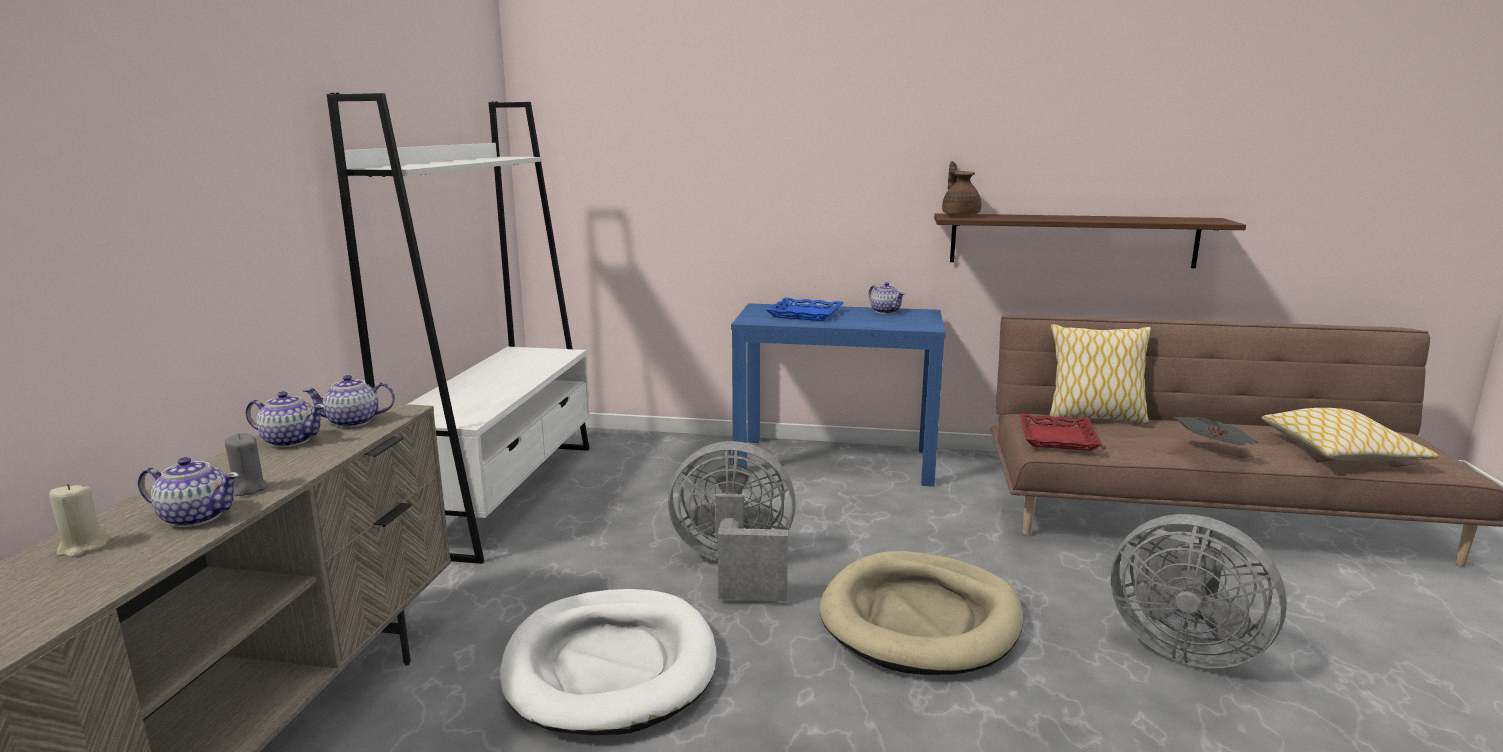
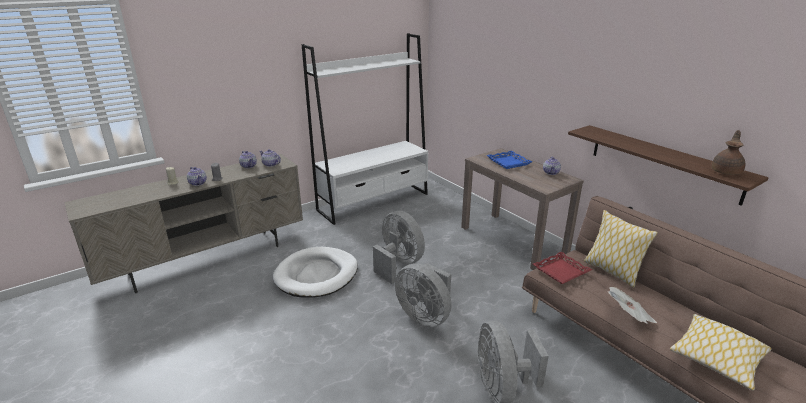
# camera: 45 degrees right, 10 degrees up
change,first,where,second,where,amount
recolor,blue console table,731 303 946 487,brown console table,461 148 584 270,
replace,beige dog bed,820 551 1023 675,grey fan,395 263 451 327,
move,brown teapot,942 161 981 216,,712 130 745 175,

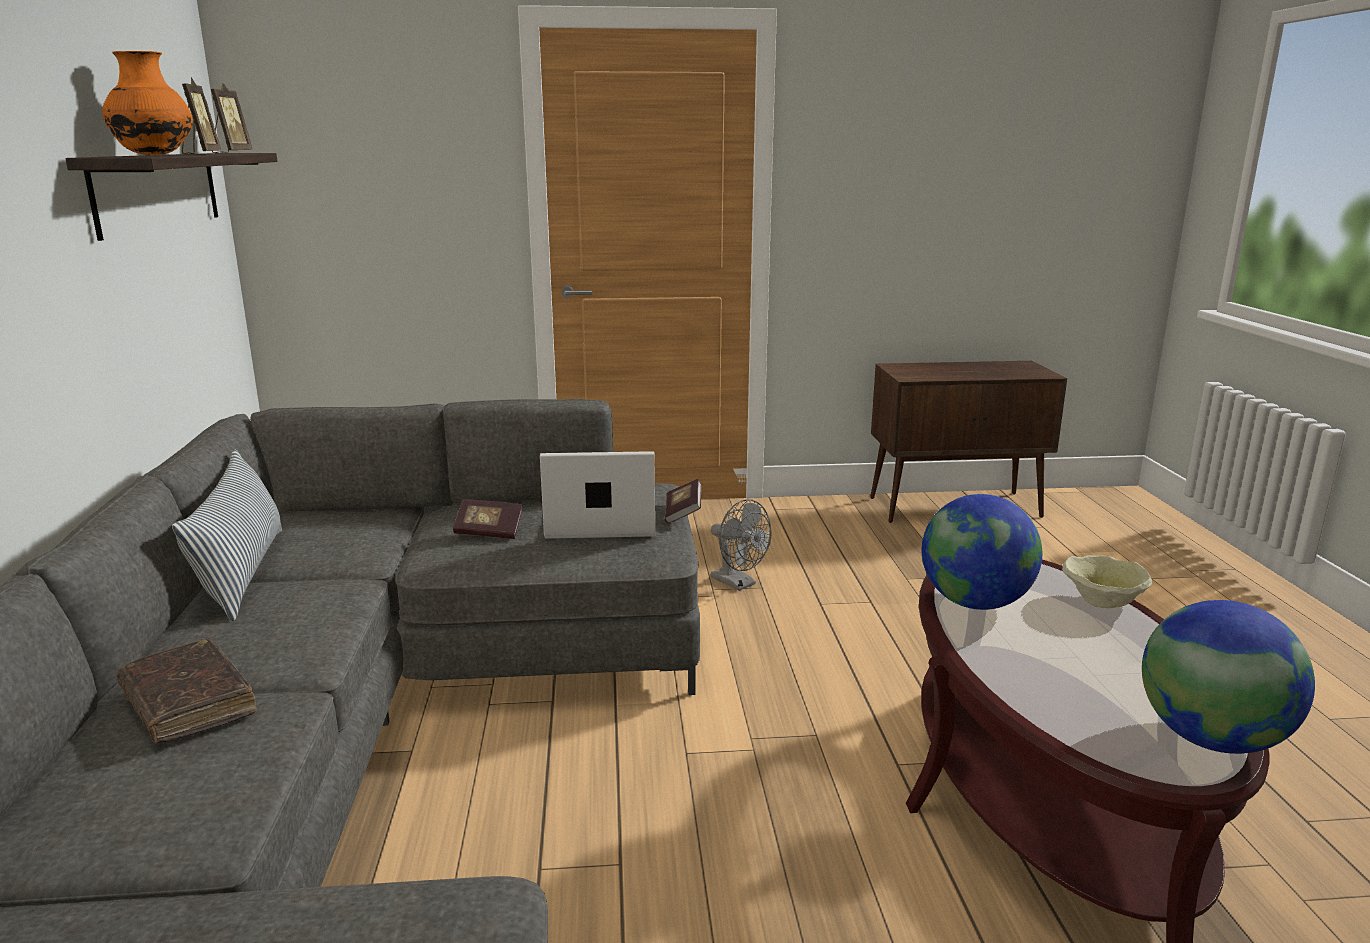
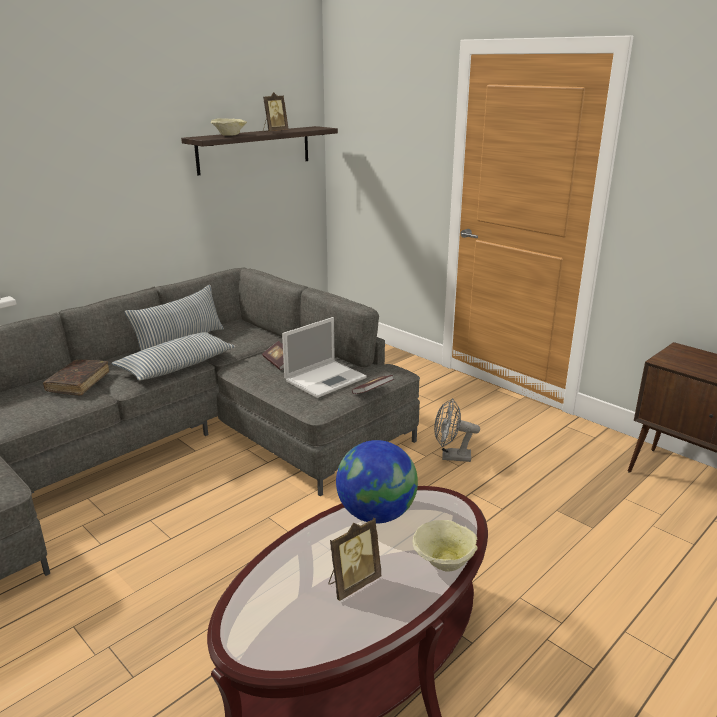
# camera: 50 degrees right, 5 degrees up
change,first,where,second,where,amount
replace,orange vase,102 51 193 156,beige bowl,211 118 247 136,
move,picture frame,211 83 253 153,,329 517 381 601,
rotate,laptop,540 451 655 539,,282 317 367 398,90 degrees clockwise
rotate,grey fan,711 499 772 591,,434 398 480 462,90 degrees clockwise
delete,globe,1142 600 1315 754,,,
insert,,,pillow,112 332 236 381,

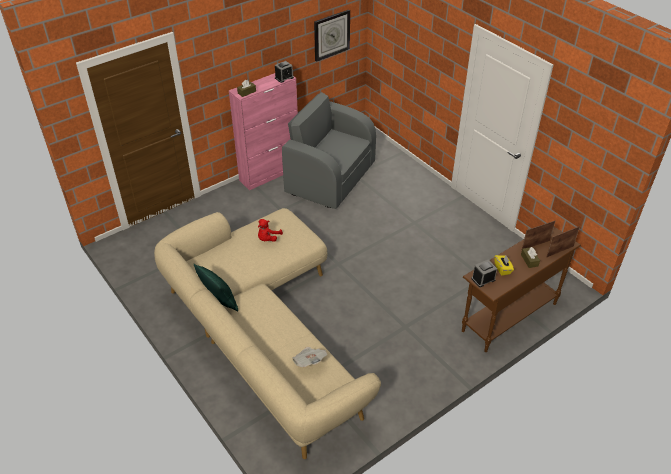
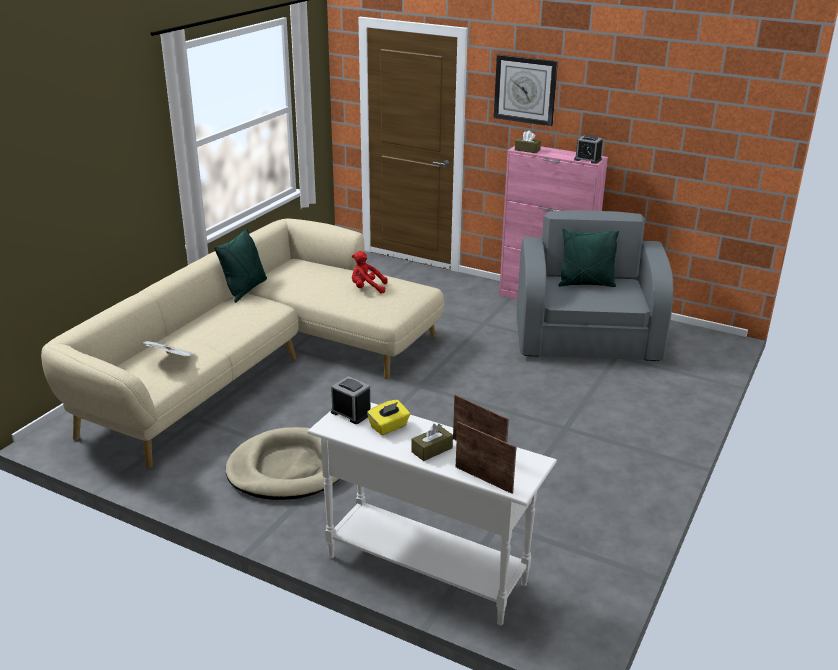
# camera: 65 degrees right, 15 degrees down
change,first,where,second,where,amount
move,wall clock,314 10 350 62,,494 54 558 126,
recolor,brown console table,462 227 581 352,white console table,307 403 557 626,
insert,,,beige dog bed,226 427 340 500,
insert,,,green pillow,558 228 619 287,

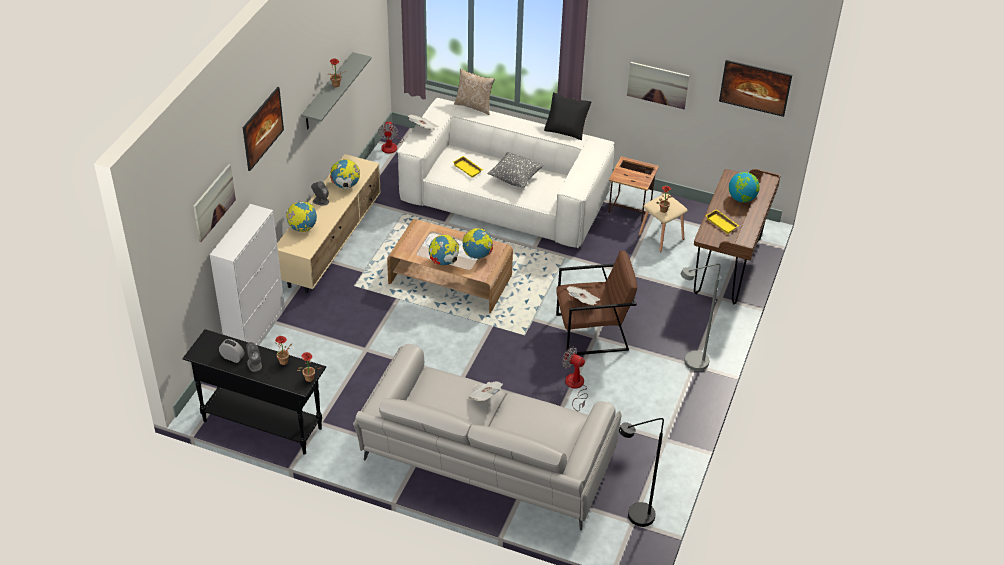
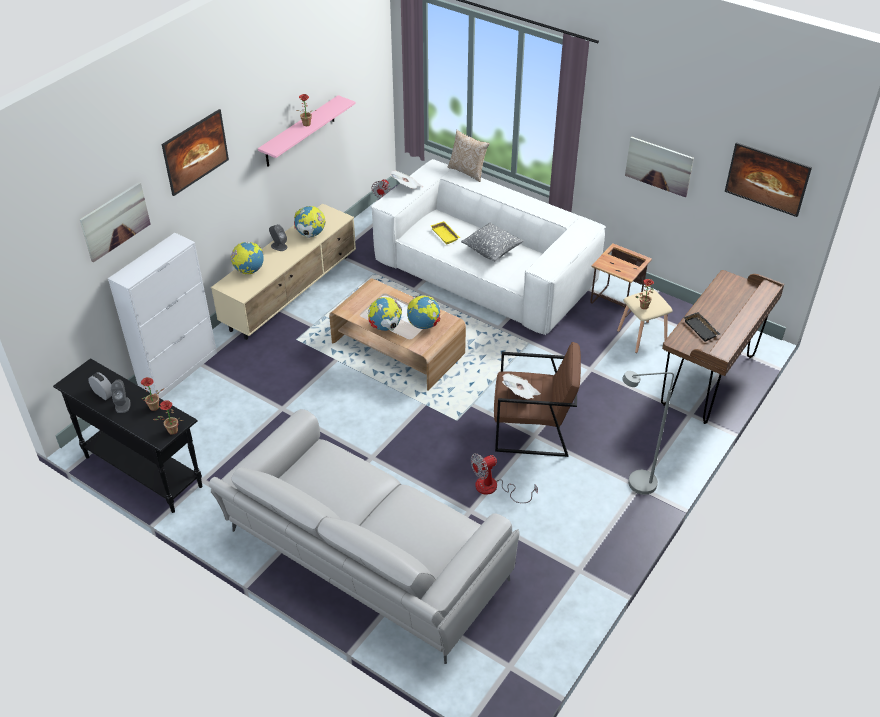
# camera: 15 degrees right, 0 degrees up
change,first,where,second,where,amount
recolor,grey shelf,301 52 372 129,pink shelf,258 95 356 167,
delete,newspaper,467 381 503 401,,,
delete,black pillow,544 92 591 140,,,
rotate,fan,562 346 588 412,,471 453 538 503,75 degrees counterclockwise
delete,black floor lamp,619 418 664 527,,,
recolor,yellow tray,705 209 739 234,black tray,684 312 720 342,
delete,globe,729 172 760 202,,,

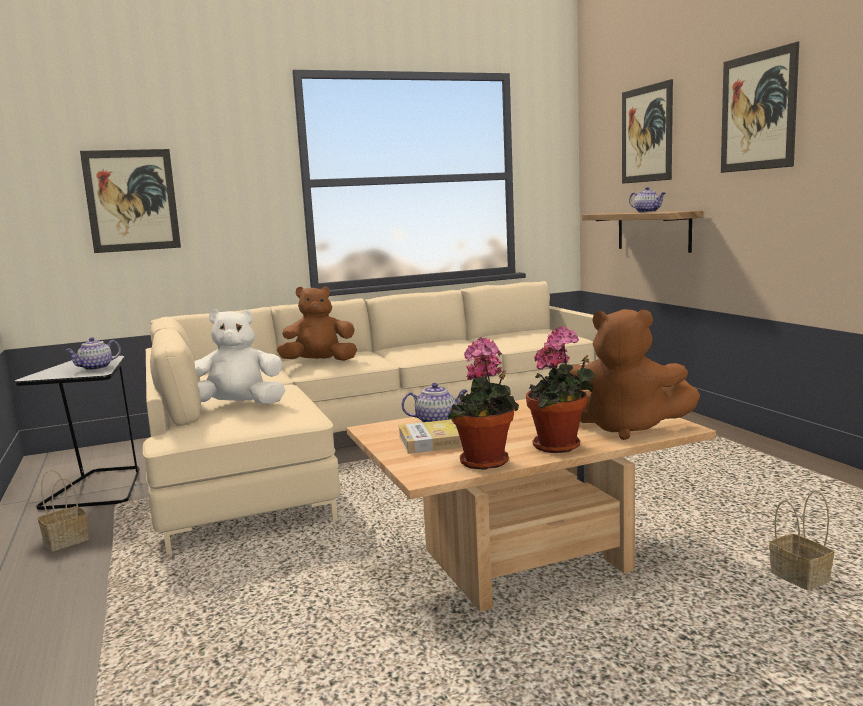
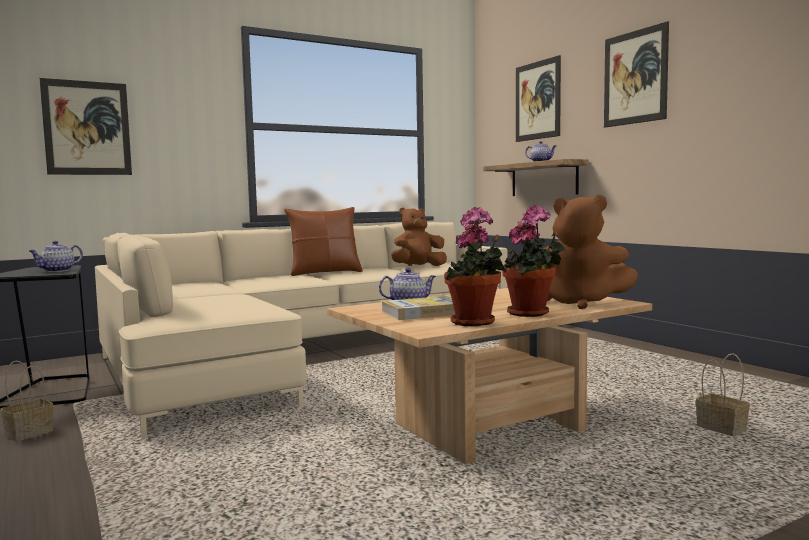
# camera: 10 degrees left, 5 degrees down
change,first,where,second,where,amount
delete,white plush toy,194 310 285 405,,,
move,brown plush toy,277 286 357 361,,391 208 447 266,
insert,,,brown pillow,284 207 363 276,

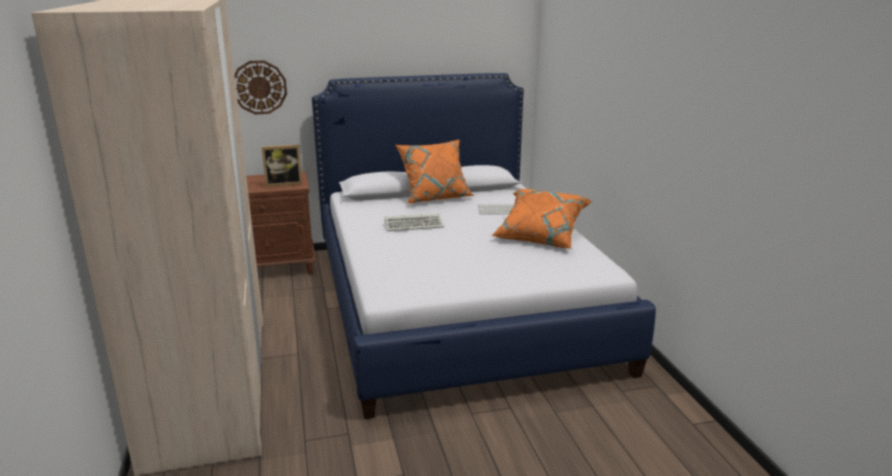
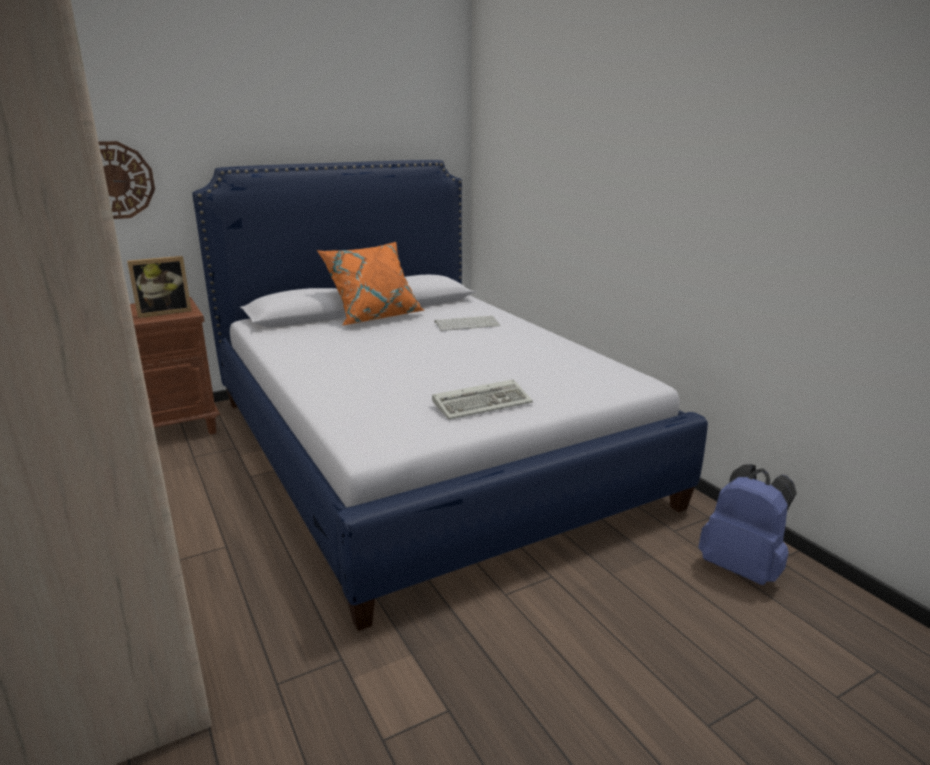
# camera: 15 degrees left, 0 degrees up
change,first,where,second,where,amount
move,keyboard,385 213 444 231,,432 379 533 420,
delete,orange pillow,492 189 592 248,,,
insert,,,blue backpack,698 464 797 585,

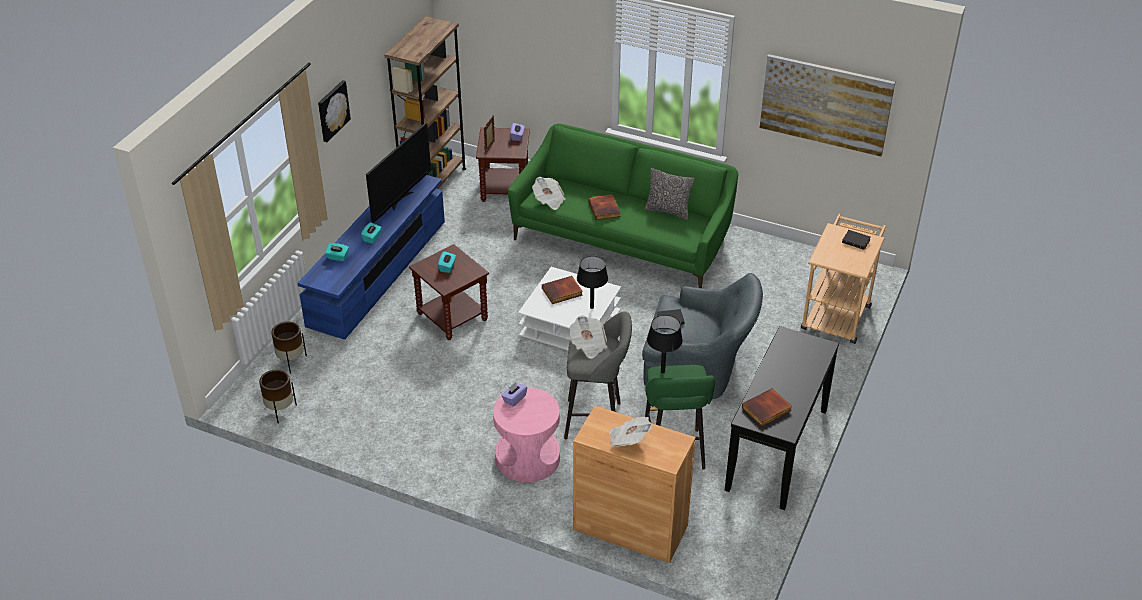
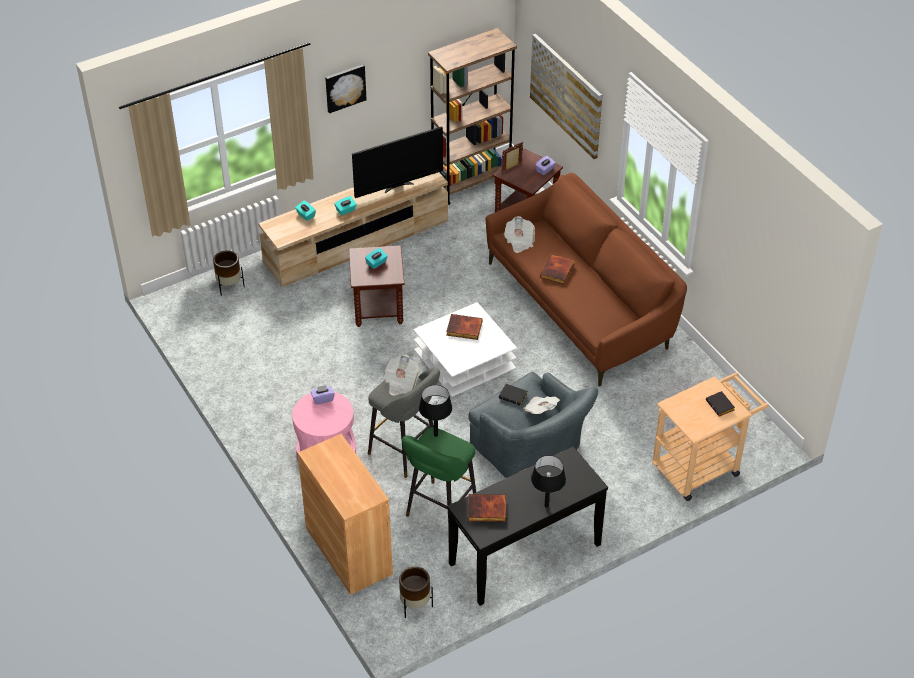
# camera: 35 degrees right, 5 degrees up
change,first,where,second,where,amount
move,brown planter,259 369 297 424,,399 566 433 618,
recolor,blue tv stand,298 175 445 340,beige tv stand,258 172 448 287,
recolor,green sofa,508 123 738 288,brown sofa,485 173 687 386,
move,black table lamp,577 256 608 309,,531 455 566 508,
move,newspaper,609 417 652 447,,523 396 560 414,
delete,pillow,645 168 695 220,,,
move,picture,760 54 895 157,,530 34 602 159,

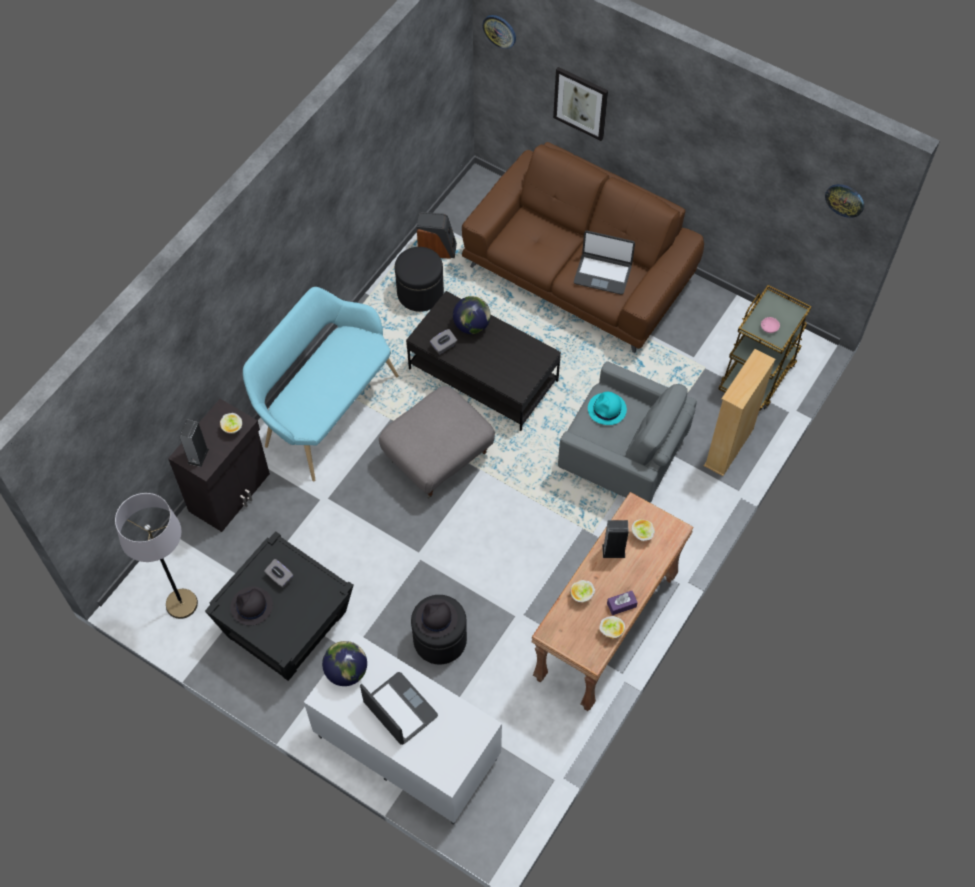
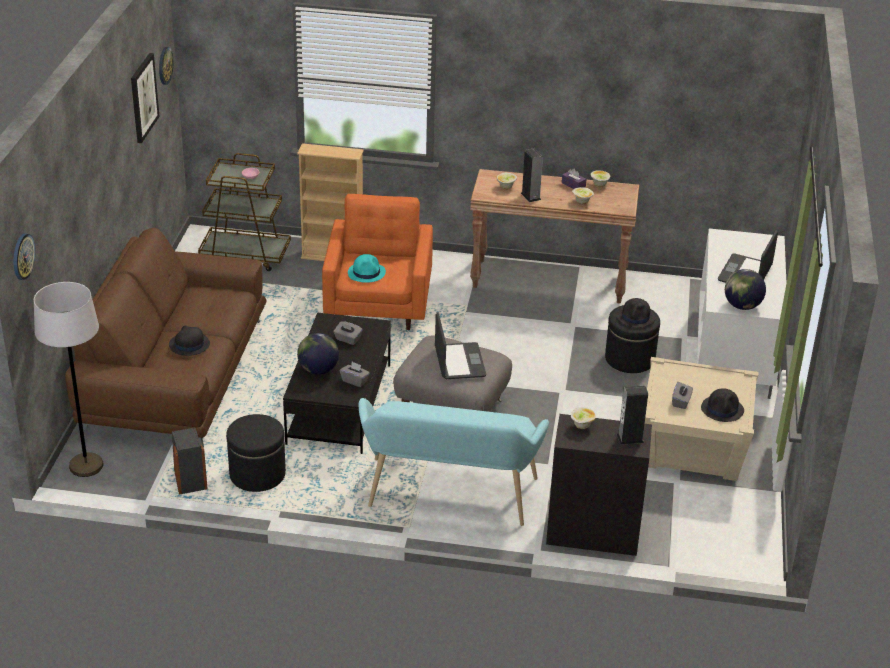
# camera: 115 degrees left, 25 degrees down
change,first,where,second,where,amount
move,grey floor lamp,115 493 198 619,,34 282 104 477,
recolor,black side table,205 531 353 681,beige side table,645 357 759 481,
move,picture,553 67 608 141,,131 53 160 143,
recolor,grey armchair,558 361 697 503,orange armchair,322 194 433 330,
move,laptop,574 231 635 295,,435 312 486 379,
insert,,,black hat,169 326 210 356,
insert,,,grey tissue box,333 321 363 345,

